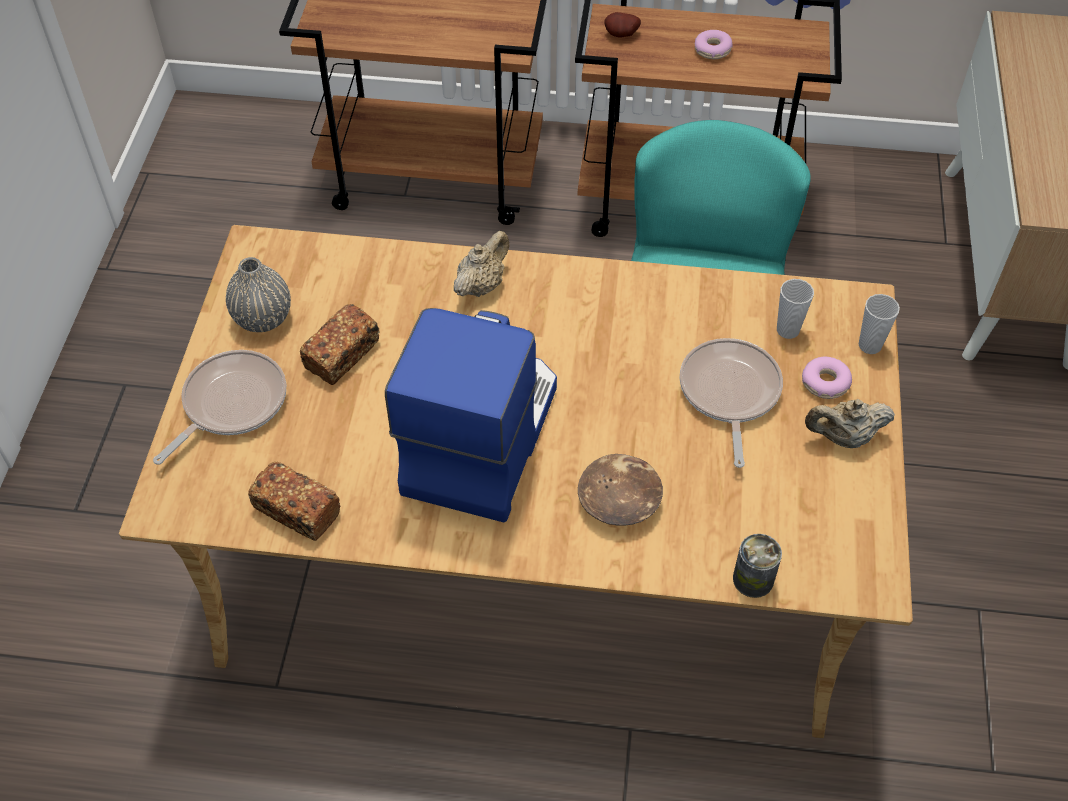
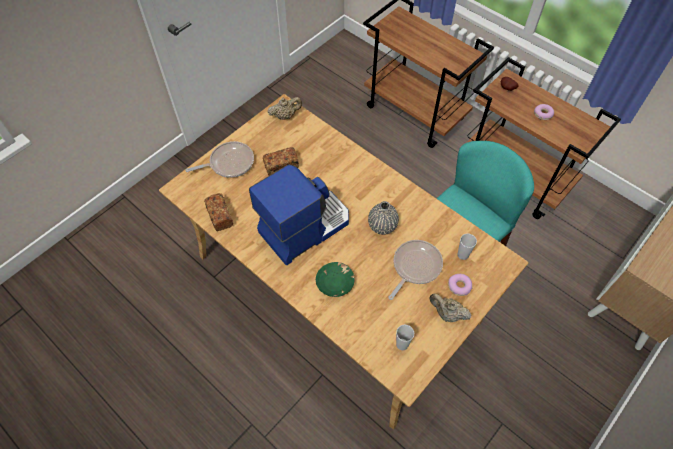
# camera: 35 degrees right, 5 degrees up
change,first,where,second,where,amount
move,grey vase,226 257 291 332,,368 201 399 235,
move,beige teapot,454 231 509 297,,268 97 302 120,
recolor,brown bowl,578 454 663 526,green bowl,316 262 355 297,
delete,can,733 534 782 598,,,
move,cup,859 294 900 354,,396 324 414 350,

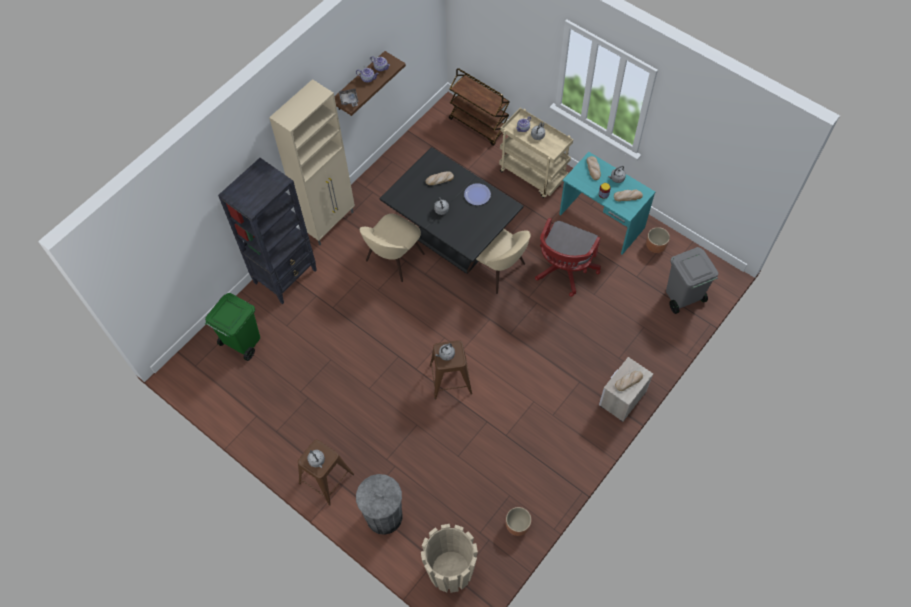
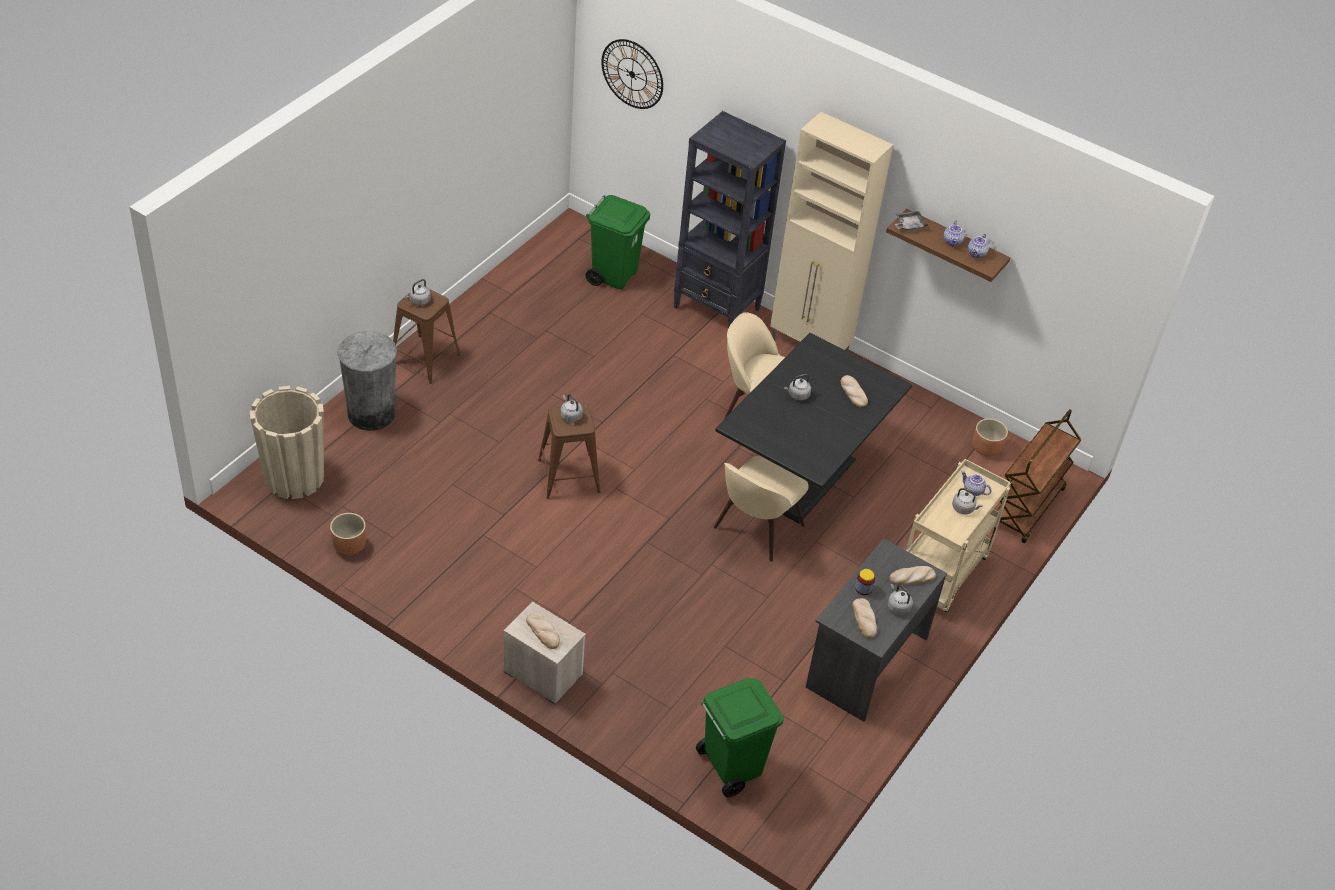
# camera: 80 degrees right, 15 degrees down
change,first,where,second,where,amount
delete,plate,464 183 491 205,,,
delete,red office chair,535 218 601 297,,,
recolor,turquoise desk,559 152 655 255,grey desk,806 538 947 722,
move,brown planter,646 227 670 253,,973 418 1008 457,
recolor,grey trash can,666 247 718 314,green trash can,696 678 784 797,
insert,,,wall clock,602 39 663 109,

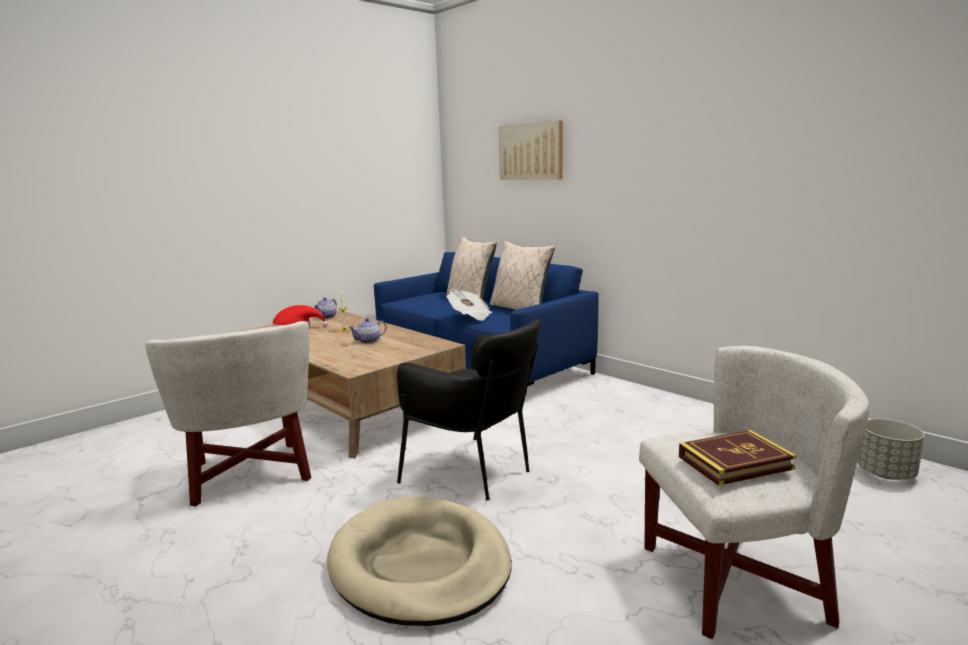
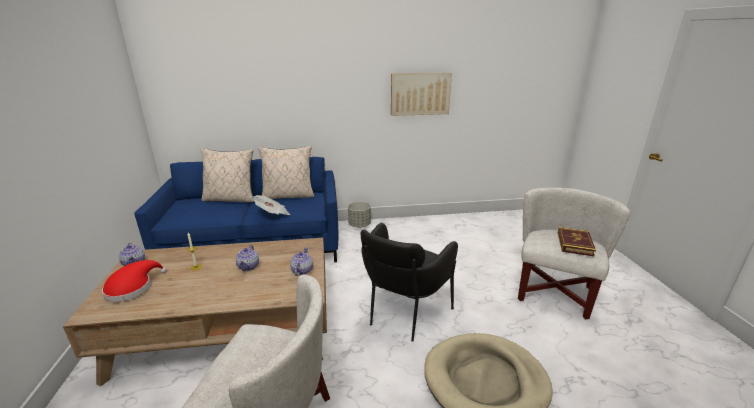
# camera: 55 degrees left, 10 degrees up
change,first,where,second,where,amount
rotate,black armchair,397 319 541 500,,360 223 458 342,135 degrees clockwise
move,picture,499 120 563 180,,391 73 452 116,
move,grey planter,857 419 925 480,,348 201 371 228,
insert,,,teapot,290 247 313 276,

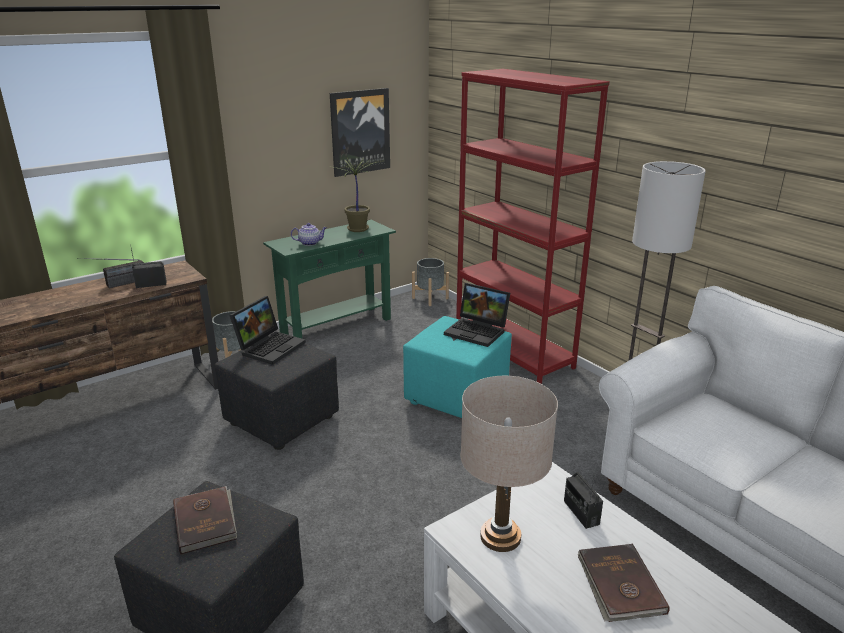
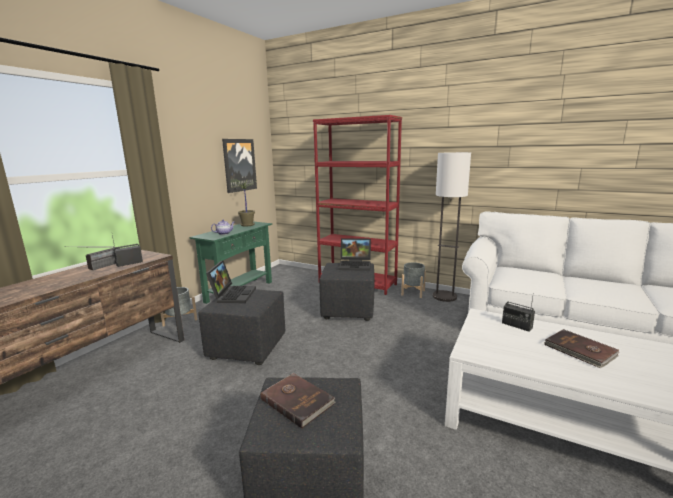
# camera: 25 degrees left, 10 degrees down
change,first,where,second,where,amount
recolor,turquoise ottoman,403 316 512 418,black ottoman,319 263 374 321,
move,grey planter,412 258 449 306,,401 262 426 298,
delete,beige table lamp,460 376 558 552,,,

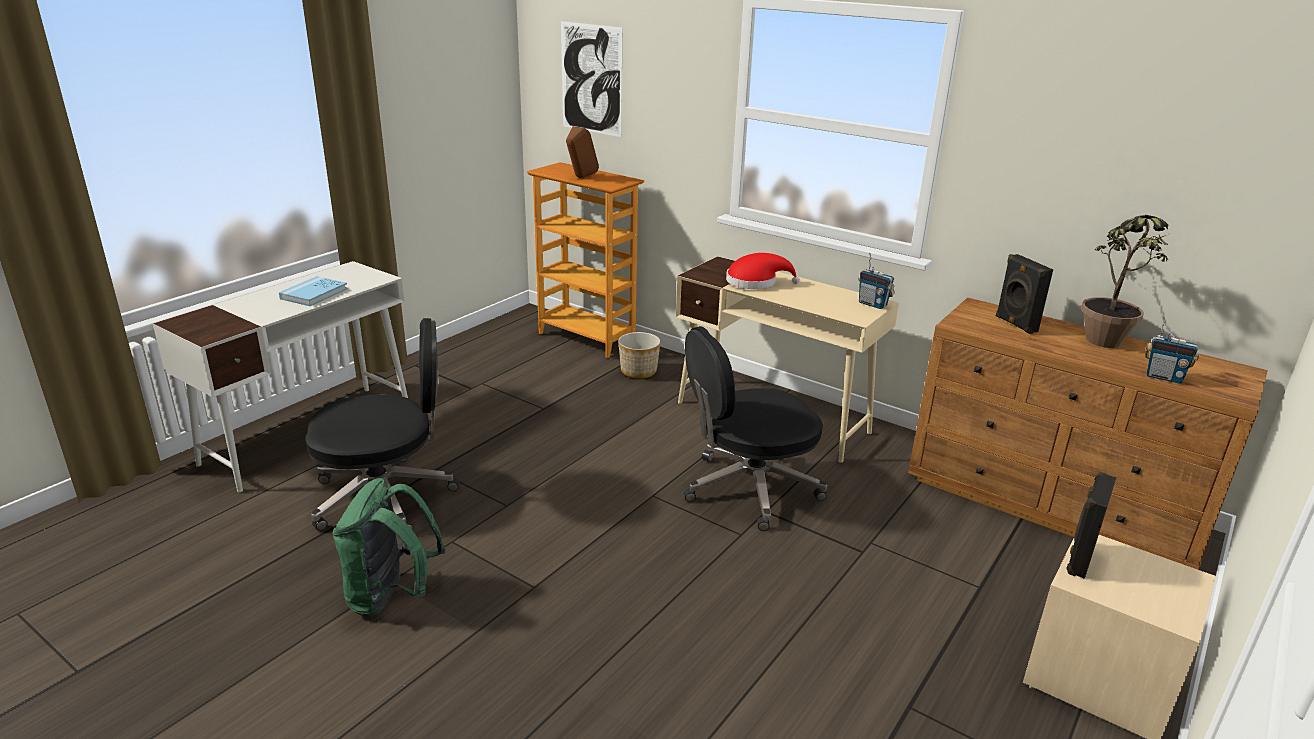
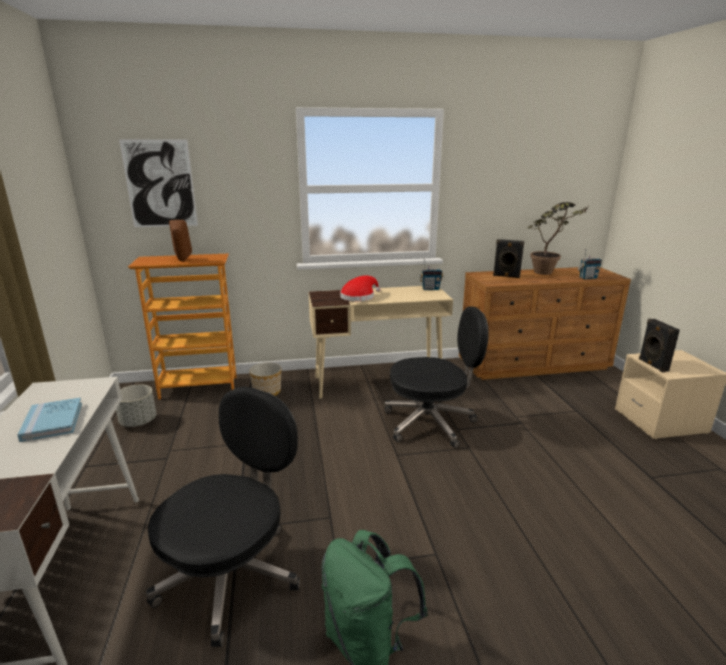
# camera: 45 degrees left, 5 degrees down
change,first,where,second,where,amount
rotate,black office chair,683 326 827 531,,385 307 489 448,120 degrees counterclockwise
insert,,,grey planter,116 384 156 427,

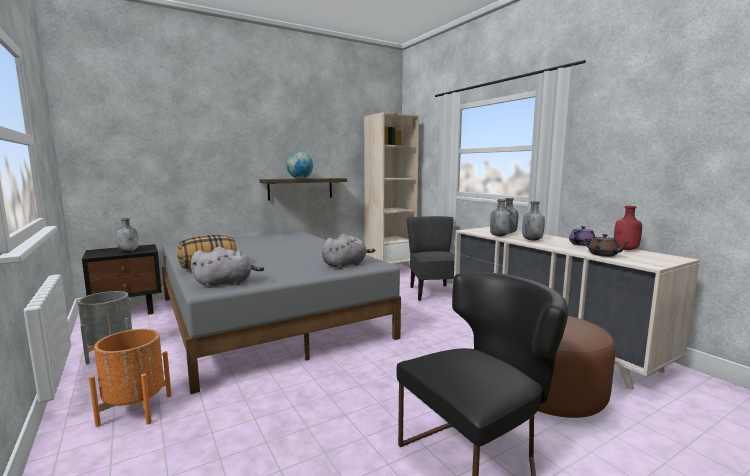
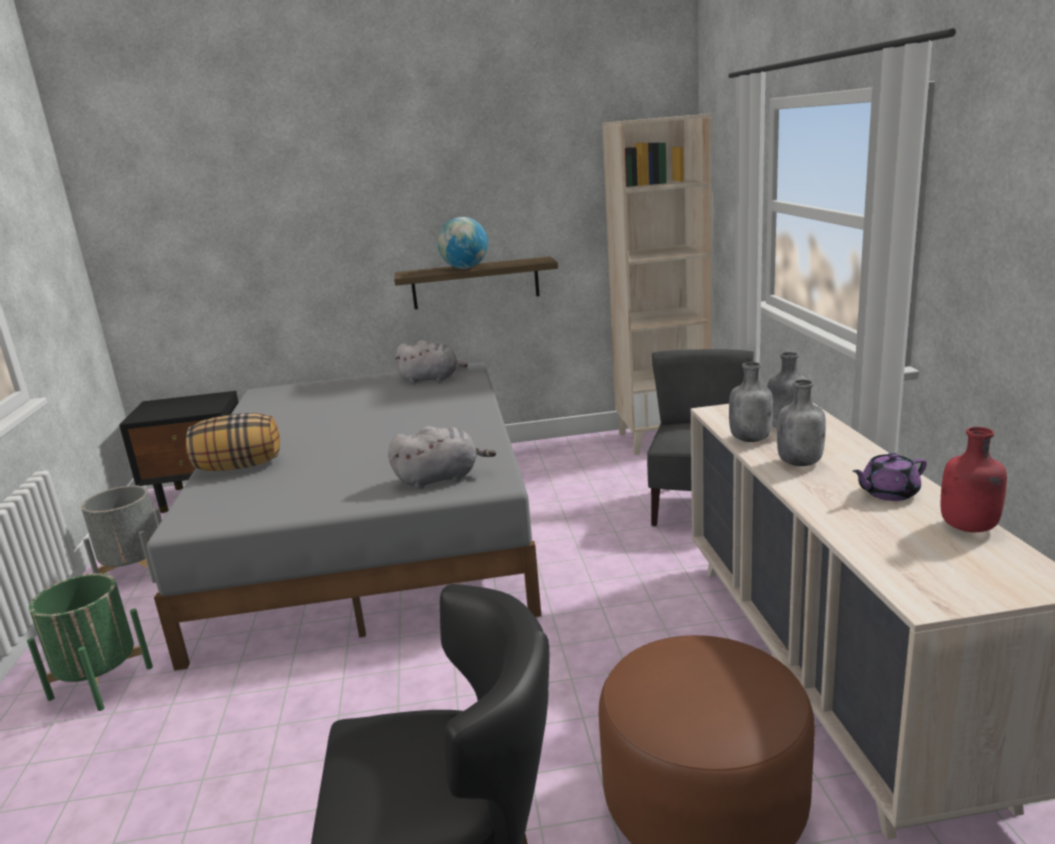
# camera: 25 degrees right, 10 degrees up
change,first,where,second,where,amount
recolor,orange planter,89 329 172 427,green planter,27 573 153 711,
delete,grey bottle,117 218 138 252,,,
move,grey plush toy,191 247 264 288,,395 340 468 384,
delete,brown teapot,584 234 629 257,,,

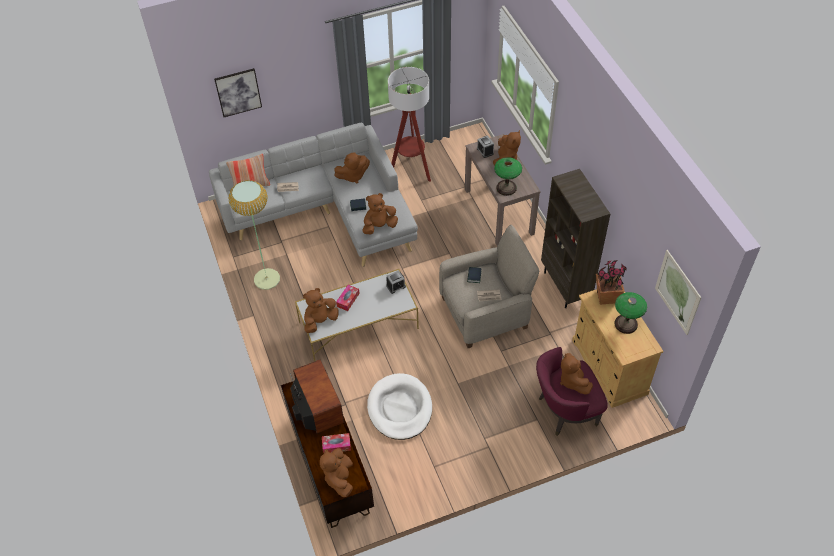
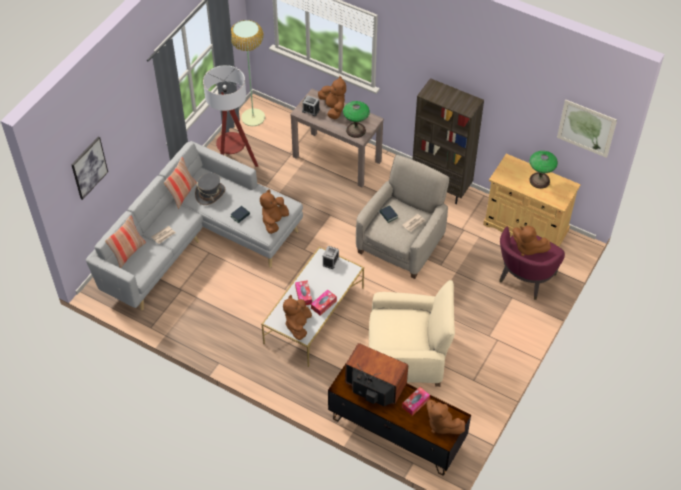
# camera: 40 degrees left, 0 degrees up
change,first,where,second,where,amount
move,floor lamp,229 180 280 290,,231 20 265 126,
replace,brown plush toy,334 152 370 184,grey hat,195 173 225 205,
replace,white dog bed,367 373 432 440,beige armchair,369 280 455 387,
delete,potted plant,596 260 627 305,,,
insert,,,pillow,164 157 197 209,
insert,,,tissue box,311 290 337 316,

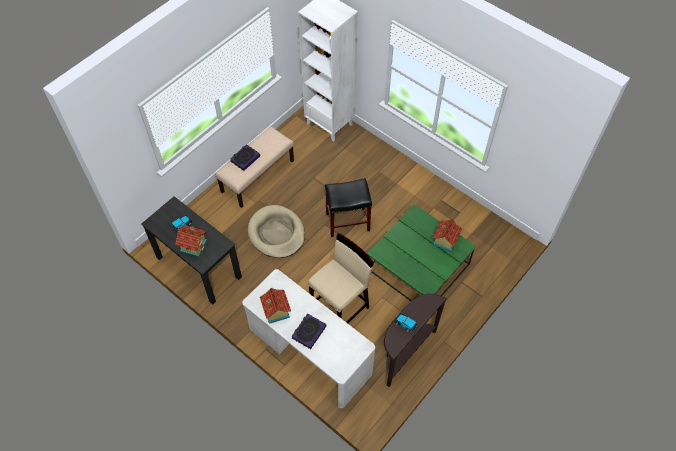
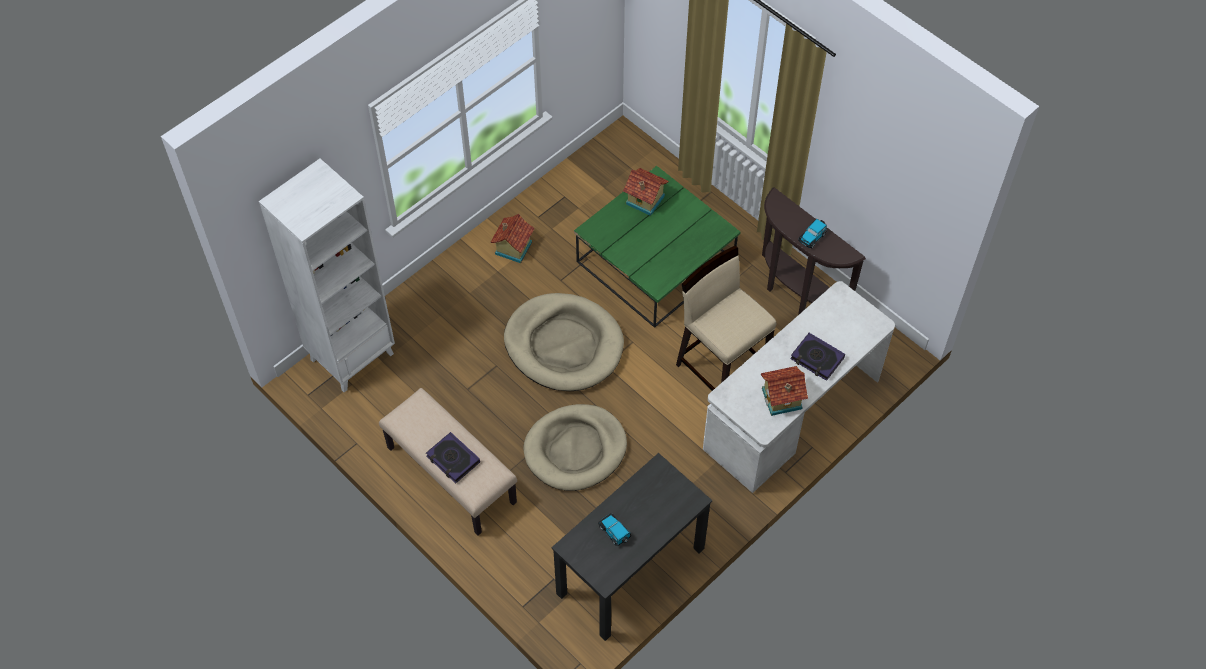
# camera: 85 degrees left, 0 degrees up
change,first,where,second,where,amount
move,toy house,175 225 207 257,,491 214 535 263,
replace,black stool,325 178 372 237,beige dog bed,504 293 624 391,

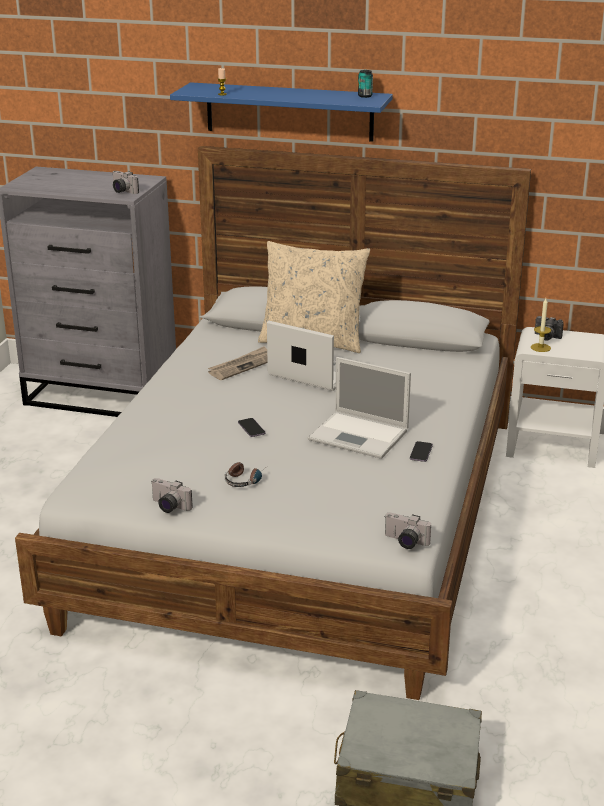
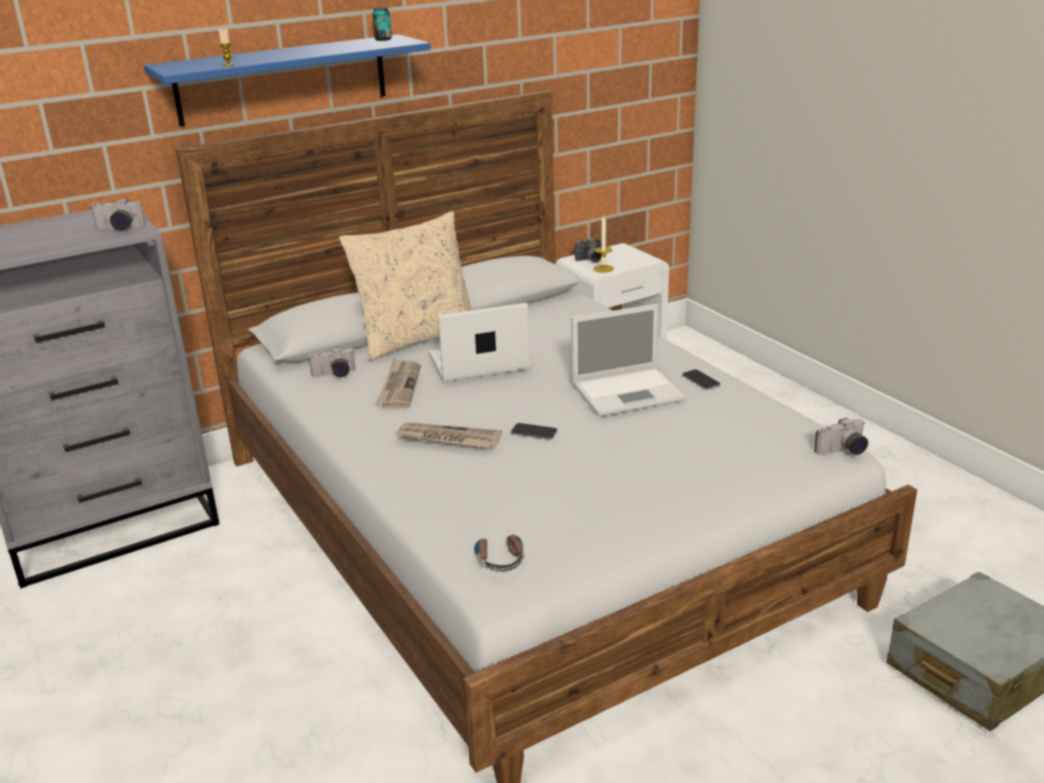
# camera: 45 degrees left, 0 degrees up
change,first,where,second,where,amount
move,photo camera,151 478 193 513,,309 347 356 377,
move,headphones,225 462 264 487,,474 530 524 571,
insert,,,newspaper,394 423 502 448,

